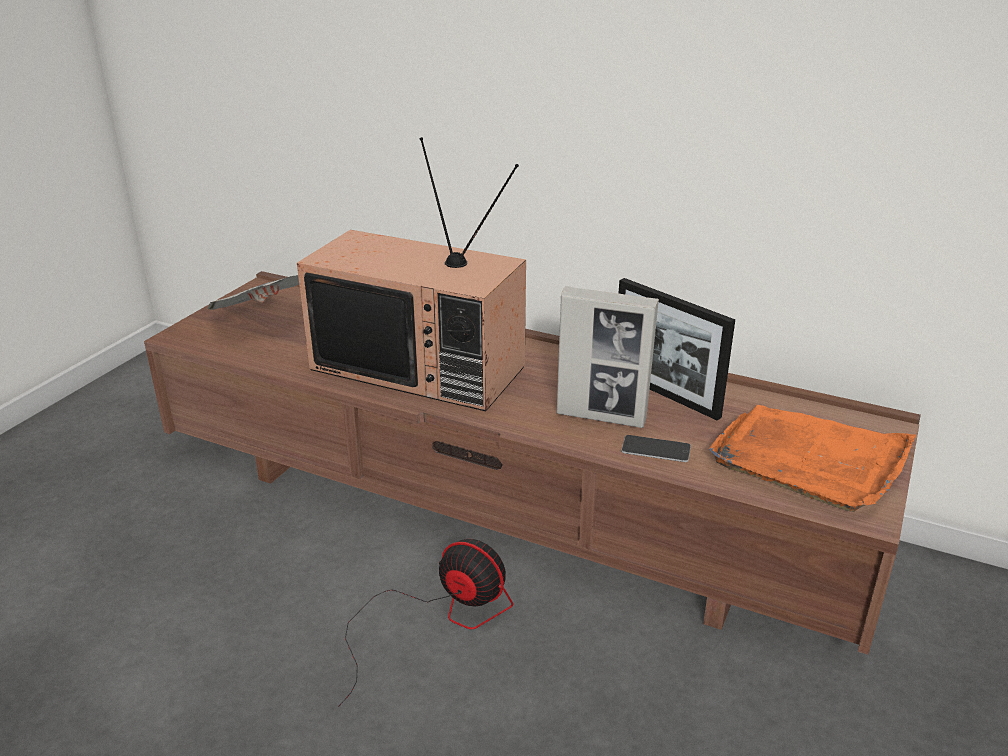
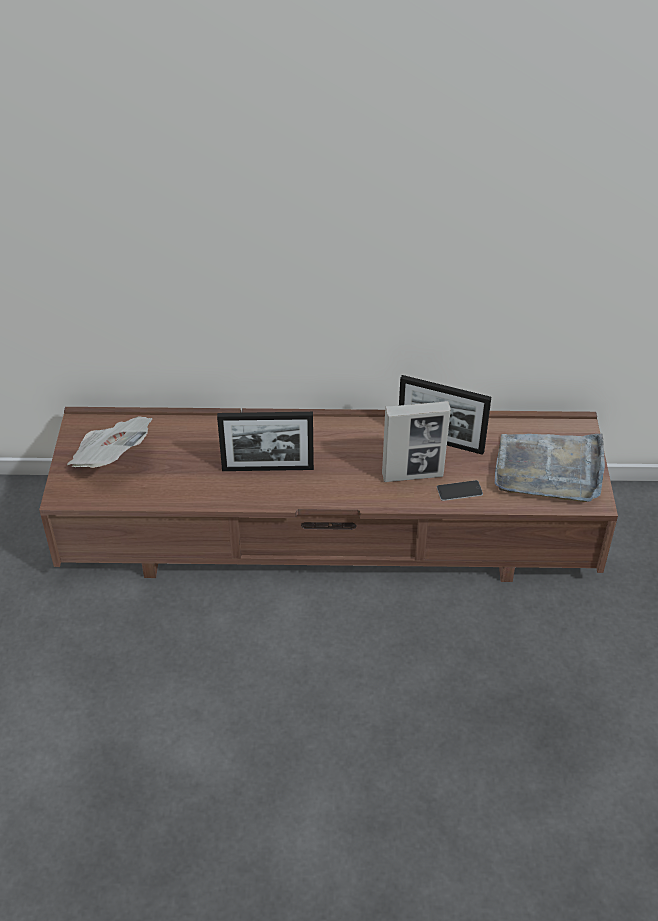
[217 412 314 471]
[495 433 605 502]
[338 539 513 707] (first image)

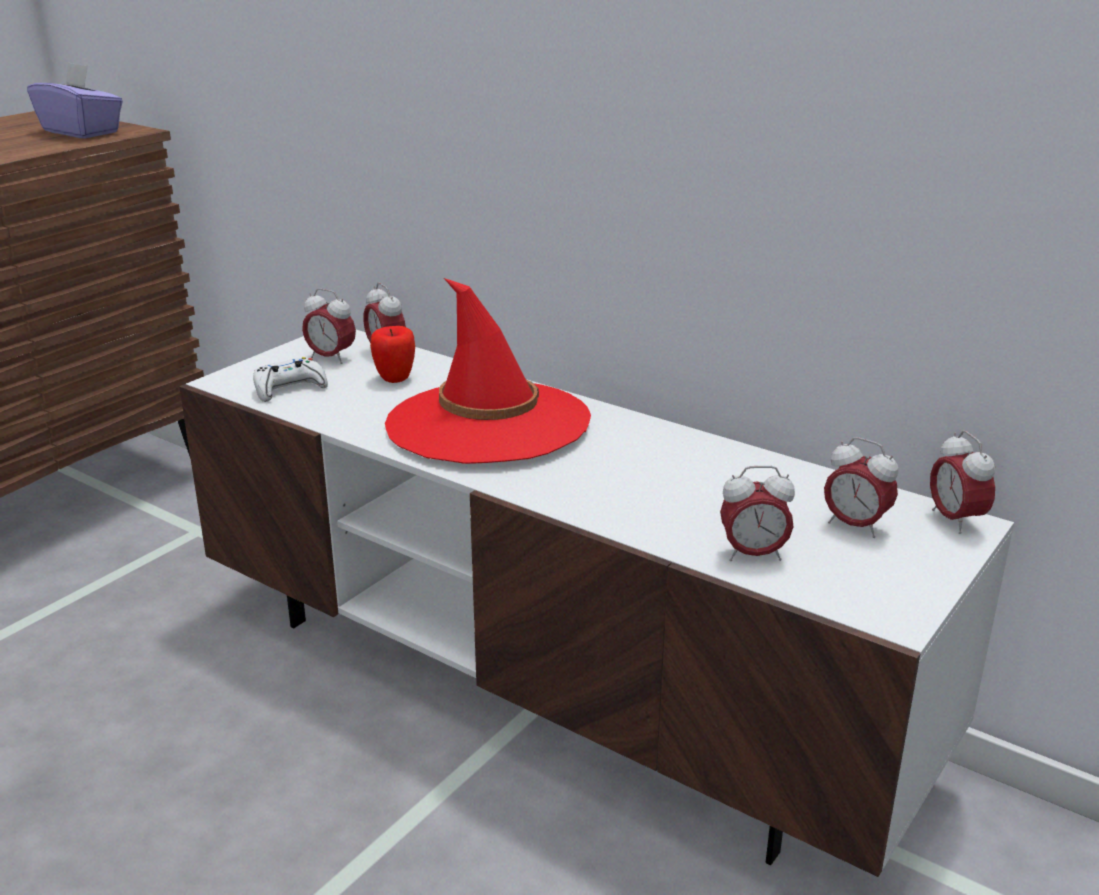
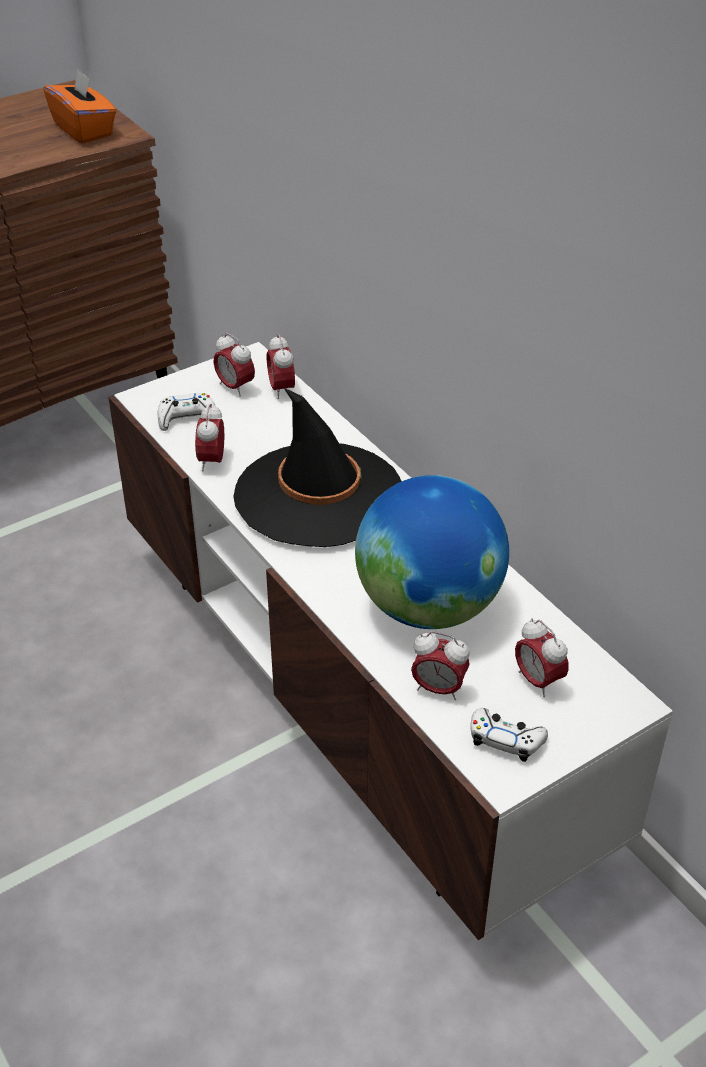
[44 69 116 144]
[195 403 224 472]
[233 387 401 547]
[355 475 509 629]
[470 708 548 762]
[370 326 415 383] (first image)

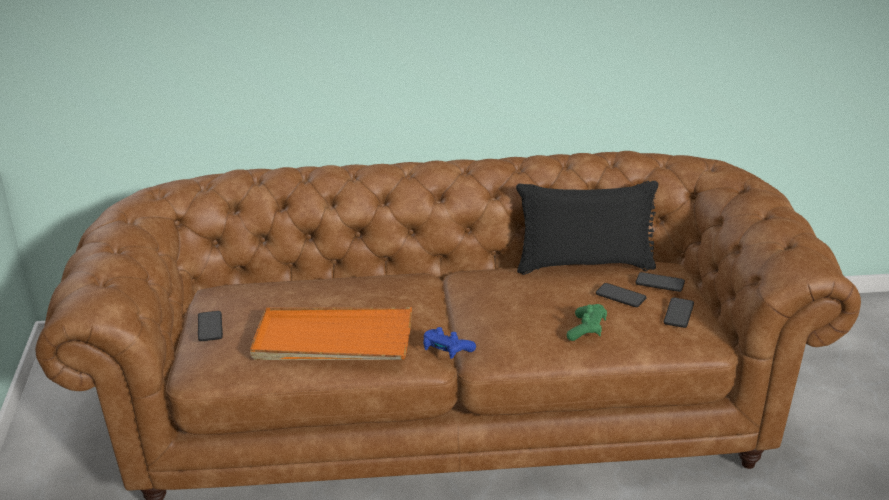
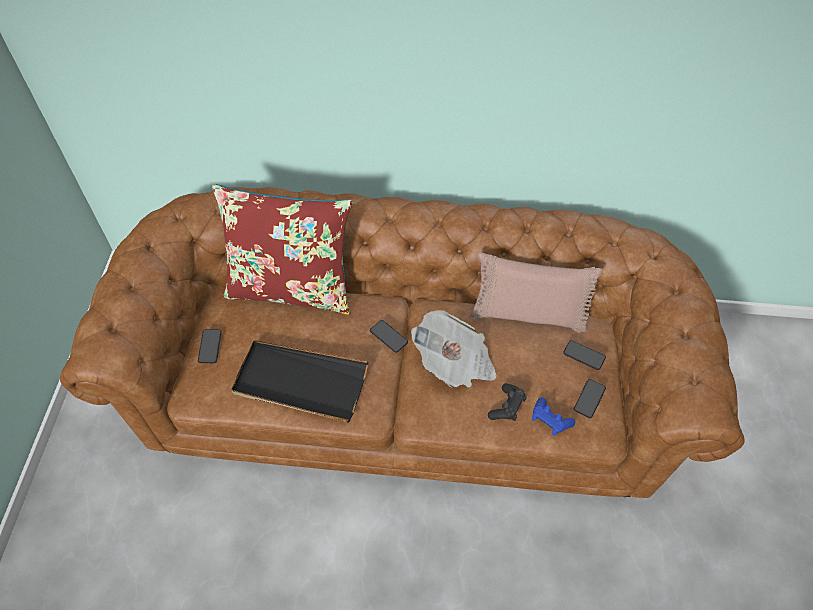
[212 184 353 315]
[231 340 368 423]
[370 320 408 353]
[411 310 497 388]
[470 252 603 333]
[488 383 527 421]
[532 397 575 436]

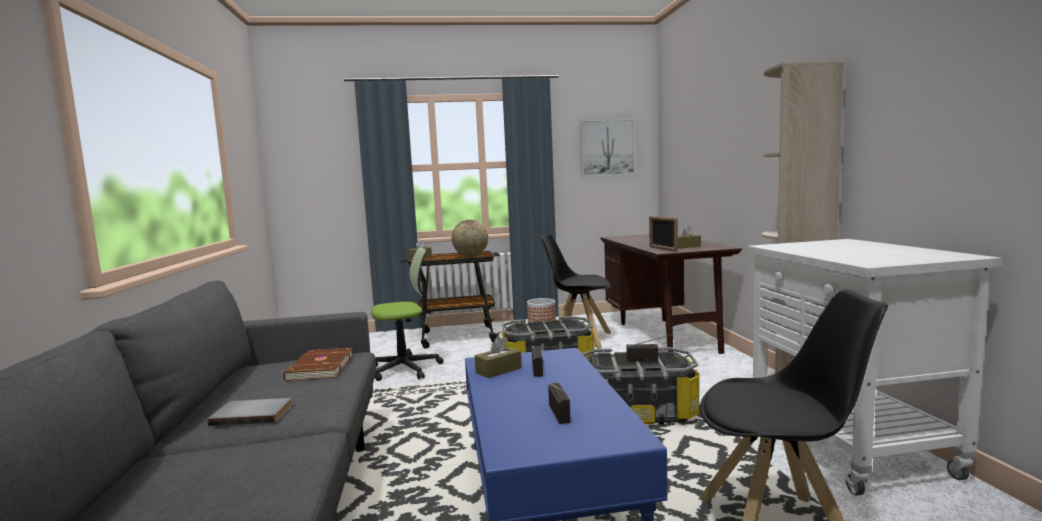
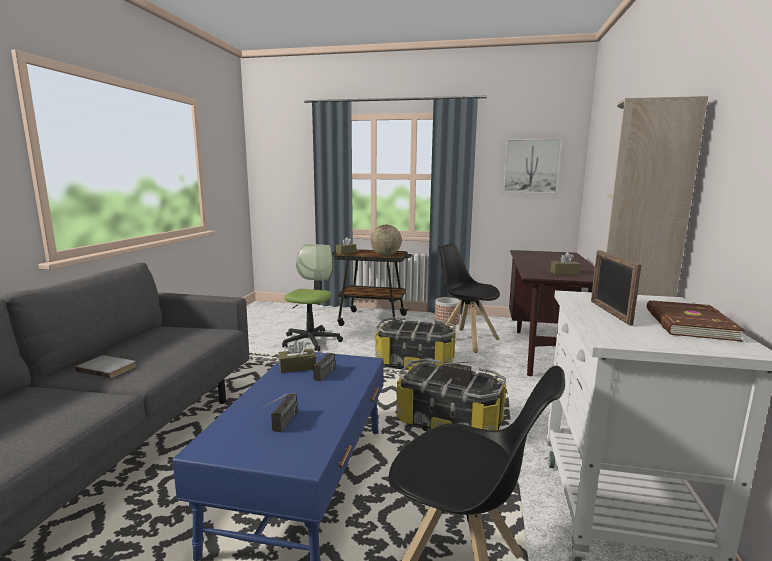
[282 244 343 351]
[591 250 641 325]
[647 301 746 342]

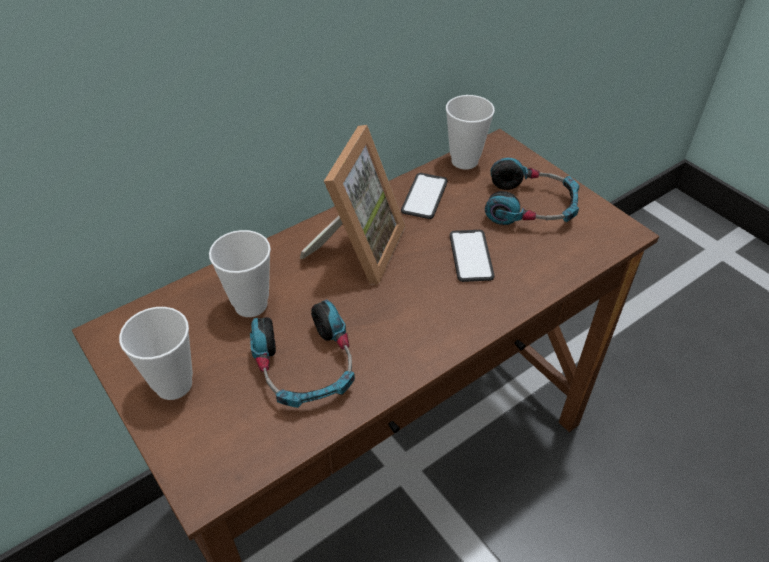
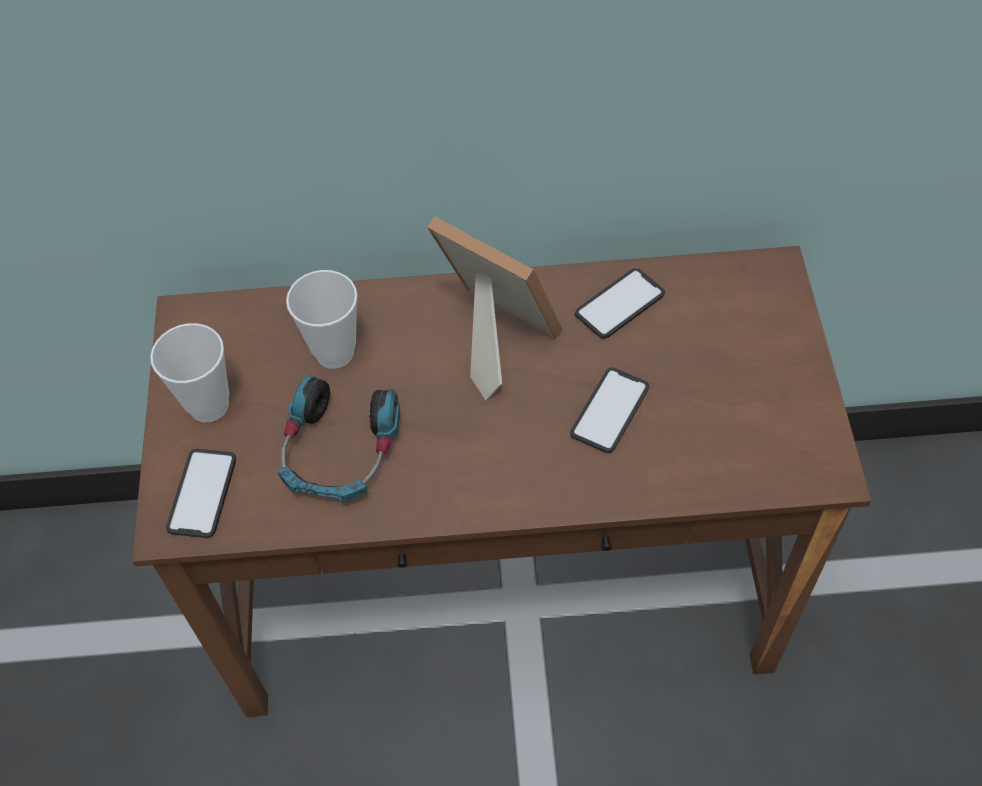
[166 449 236 538]
[427 216 563 400]
[446 95 495 170] (first image)
[485 158 579 225] (first image)

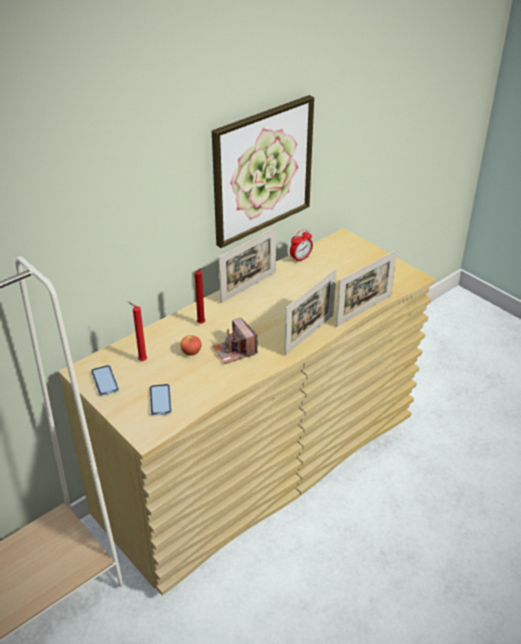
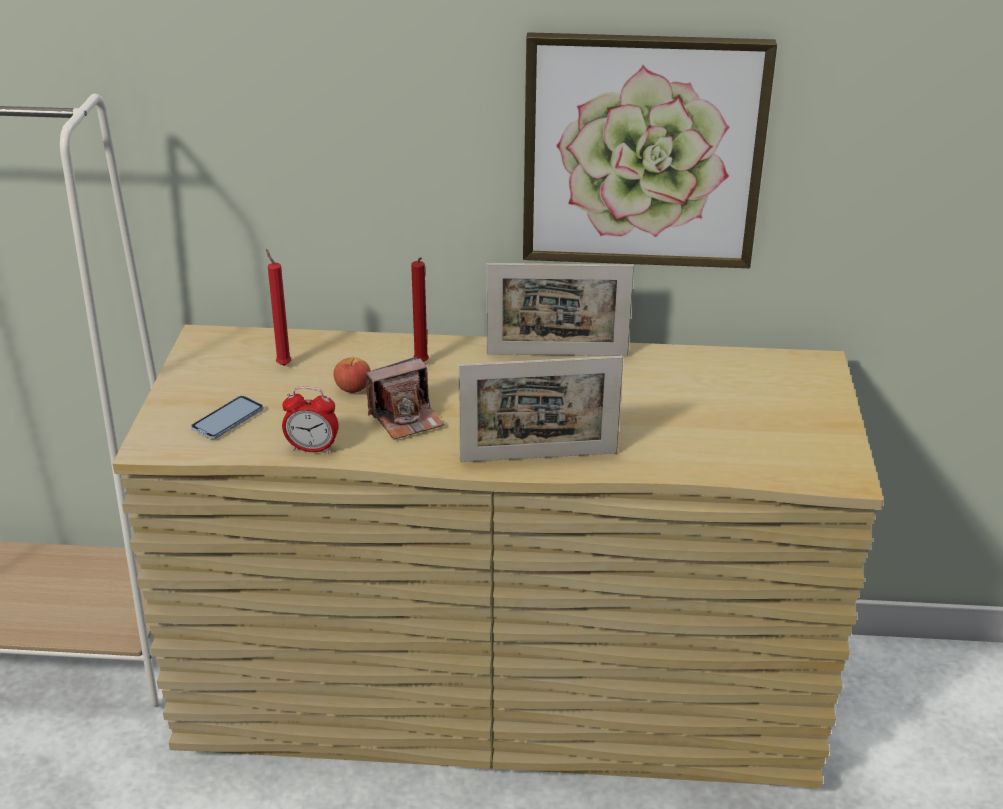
[282 386 339 453]
[365 356 444 440]
[91 365 119 396] (first image)
[336 250 397 327] (first image)

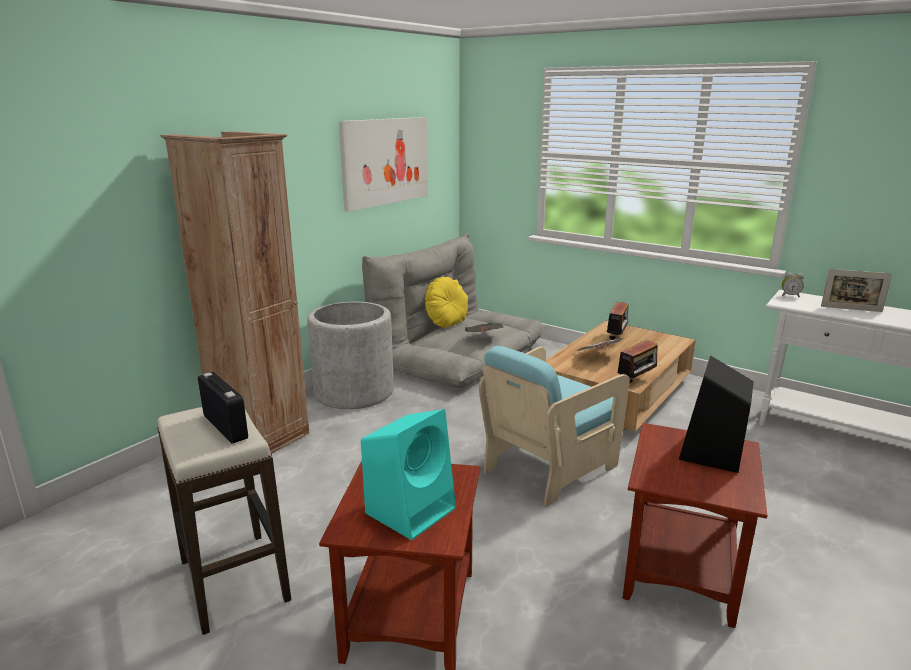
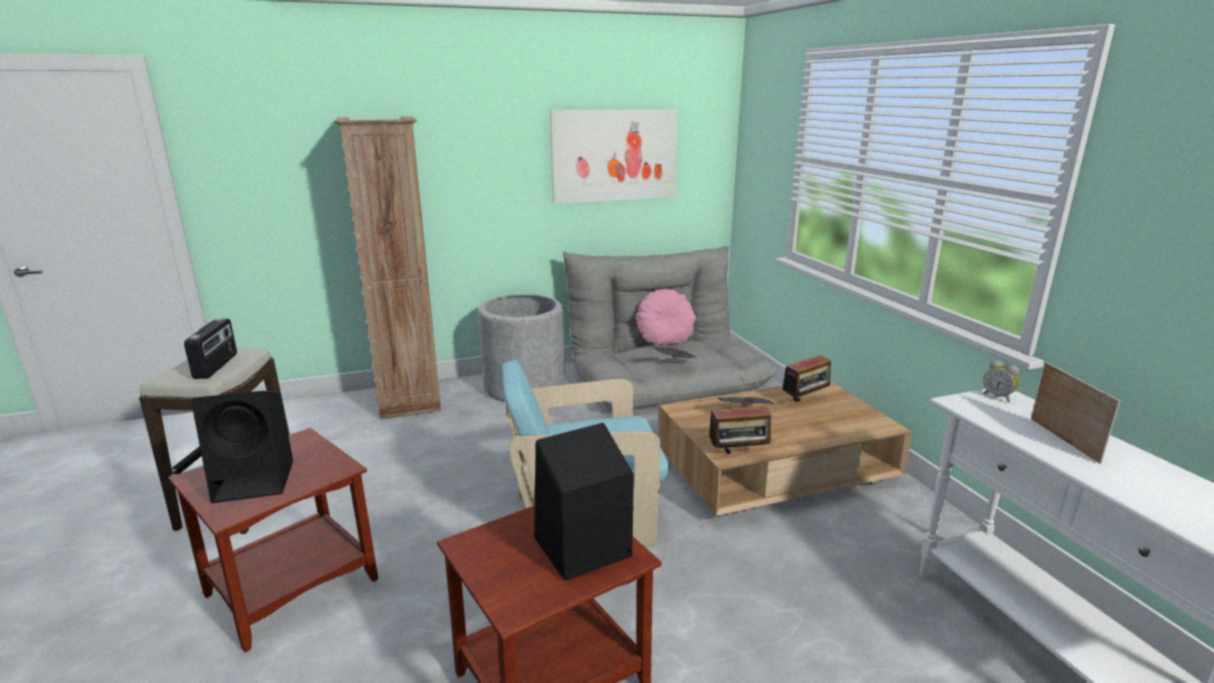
[191 391 293 503]
[636 289 696 345]
[1031 362 1120 464]

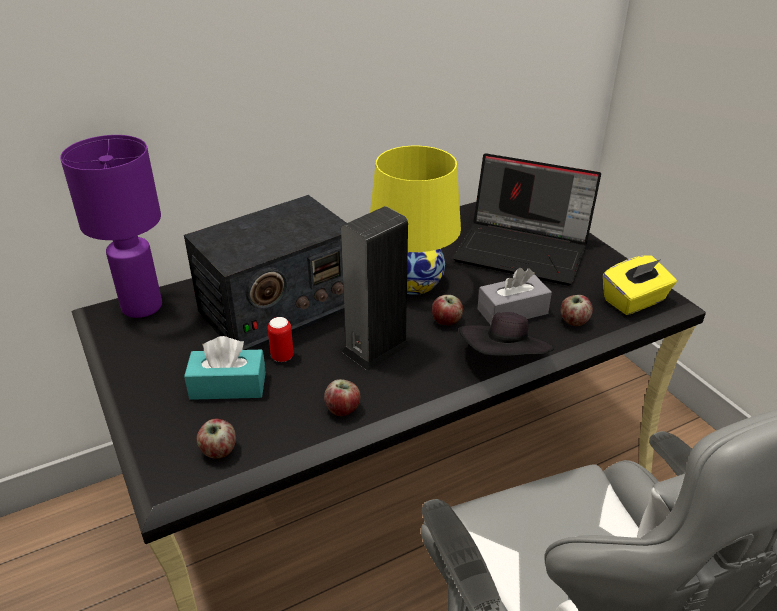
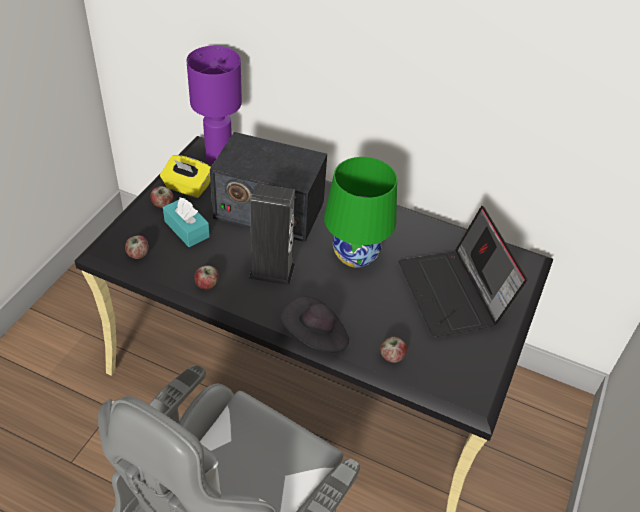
[150 186 173 208]
[160 155 211 198]
[324 157 397 268]
[267 317 294 362] (first image)
[477 268 552 325] (first image)

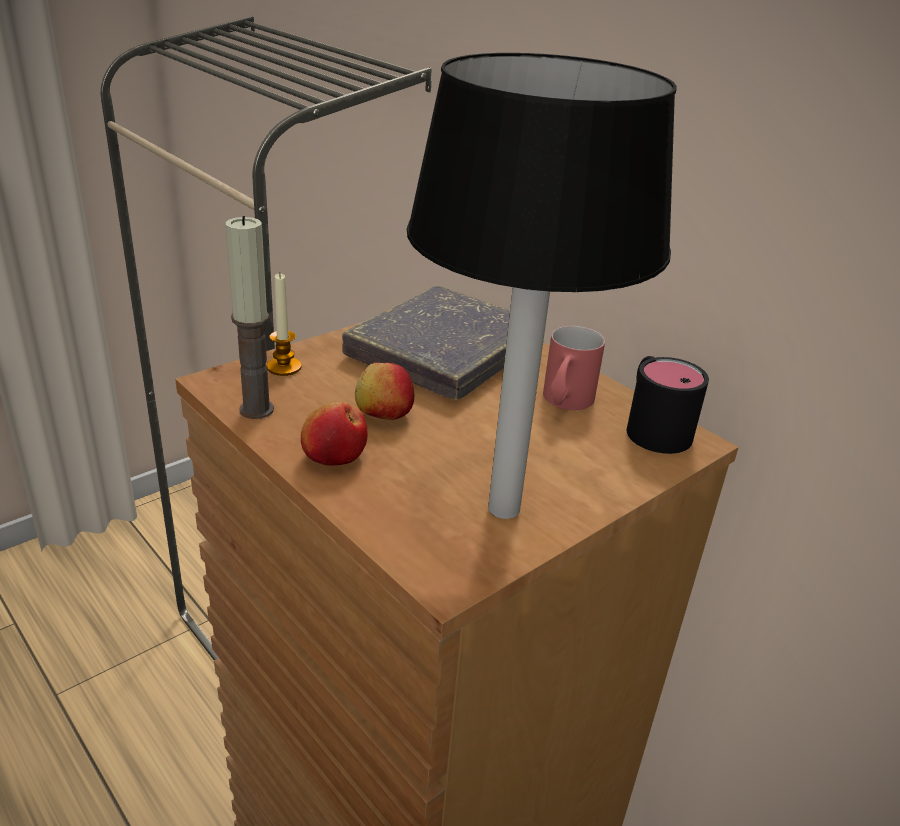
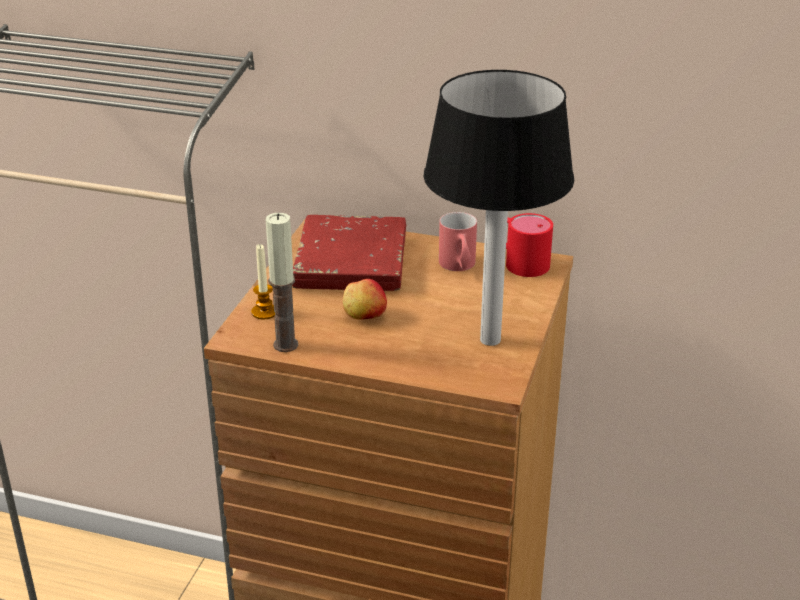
[292 215 406 291]
[506 213 553 277]
[301 401 368 466] (first image)

